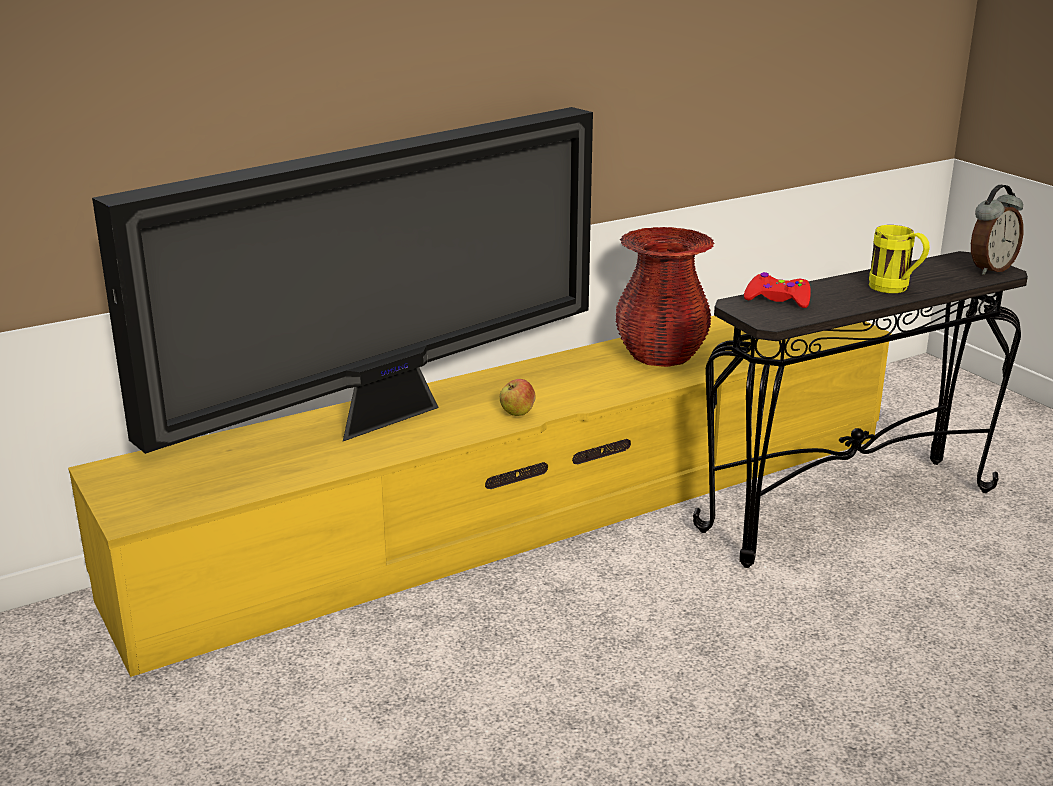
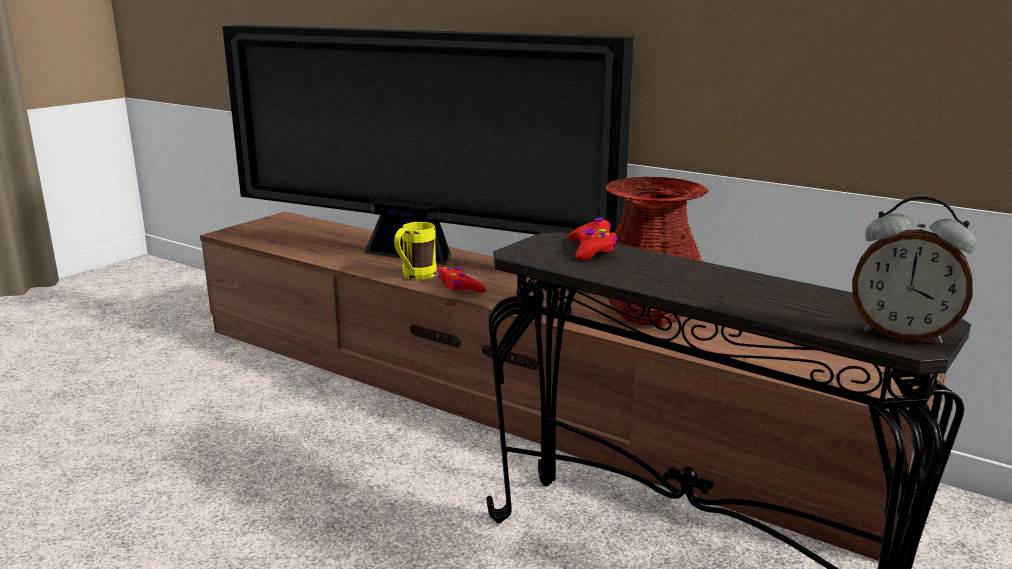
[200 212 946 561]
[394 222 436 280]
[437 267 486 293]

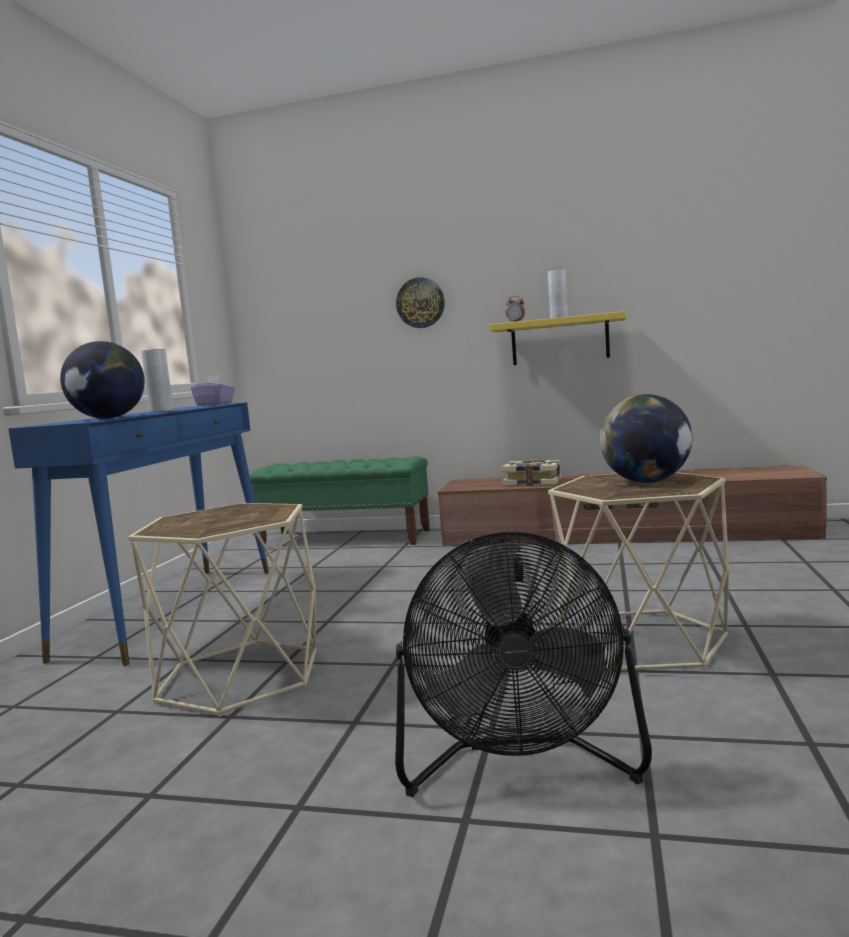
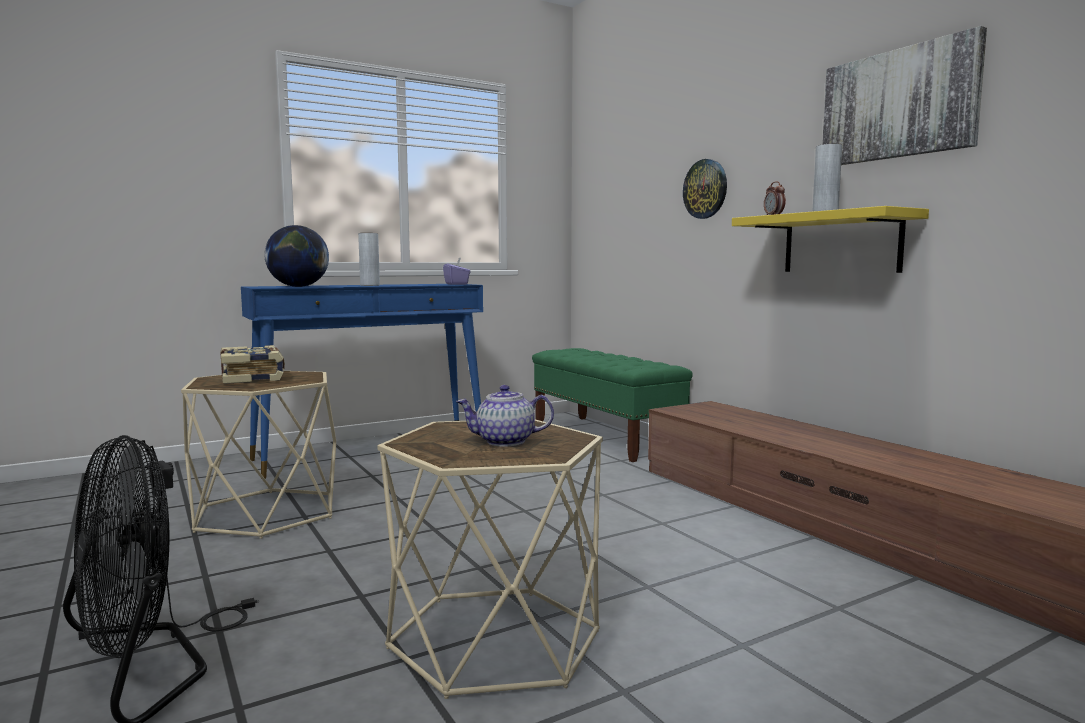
[220 345 285 384]
[456 385 554 447]
[822 26 987 165]

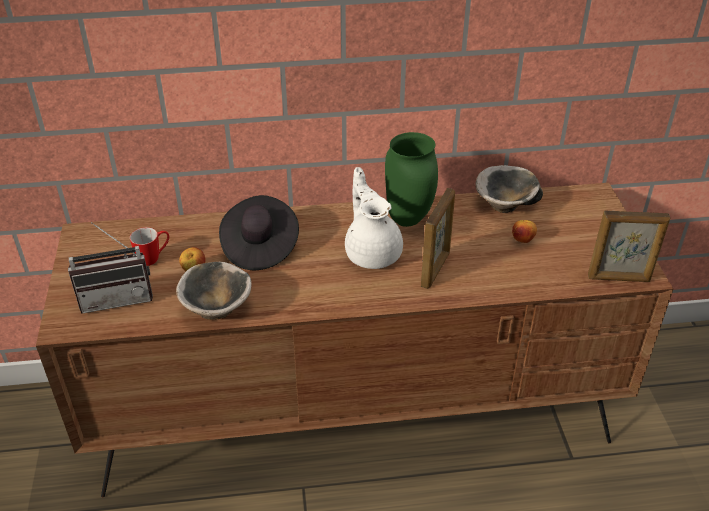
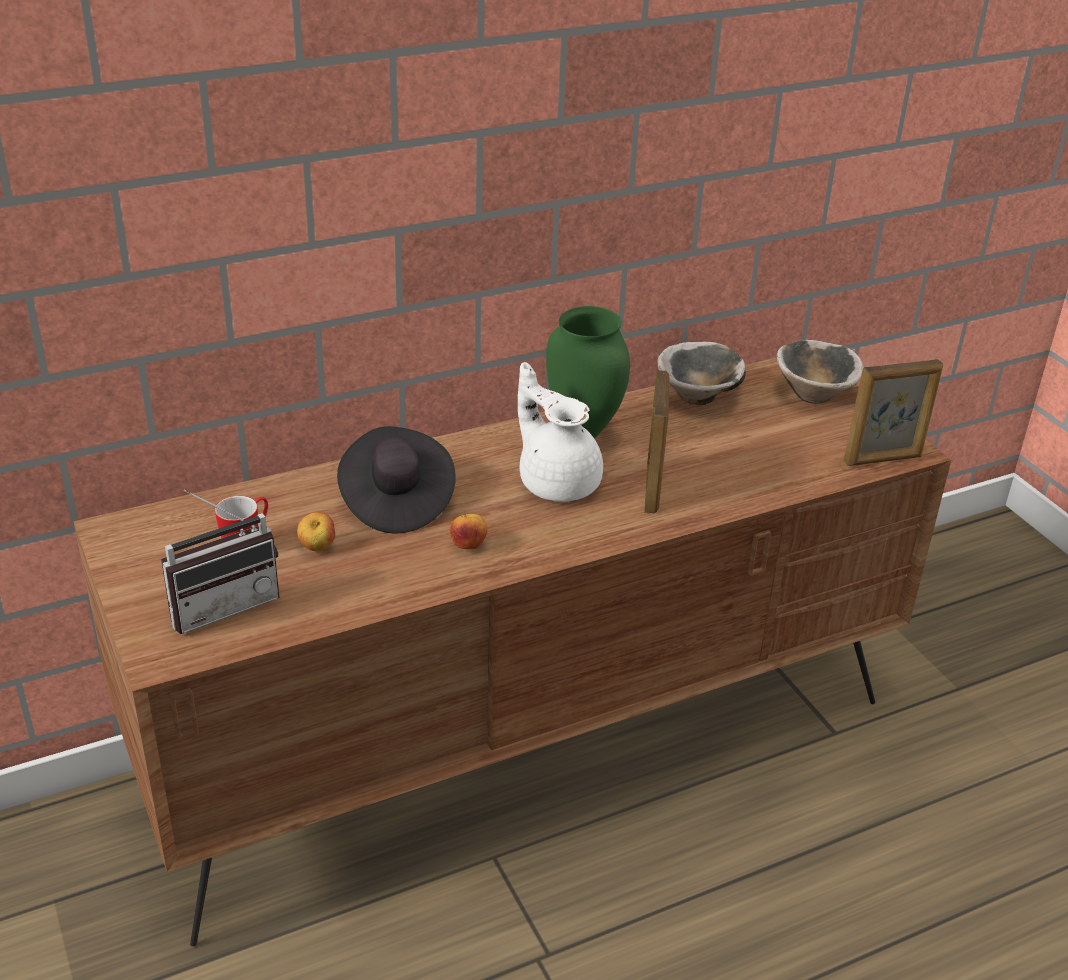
[450 514 488 549]
[776 340 863 404]

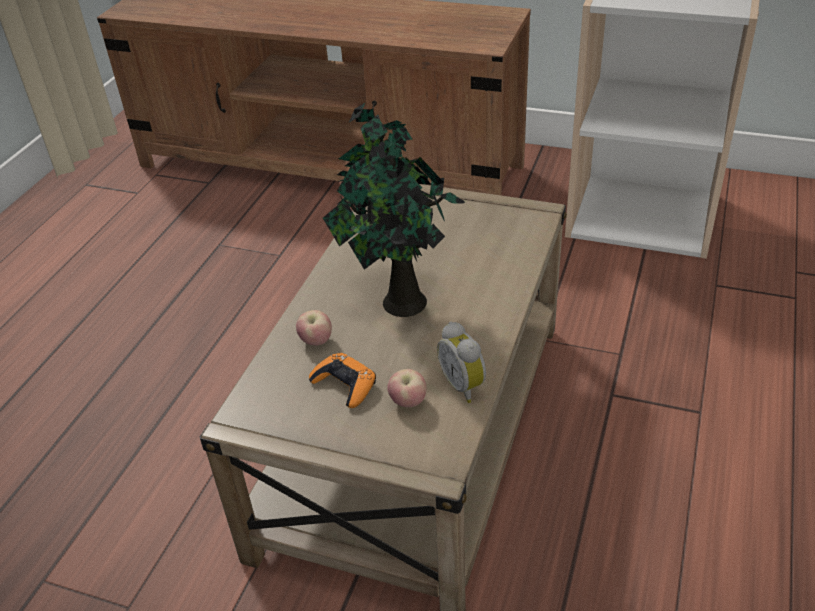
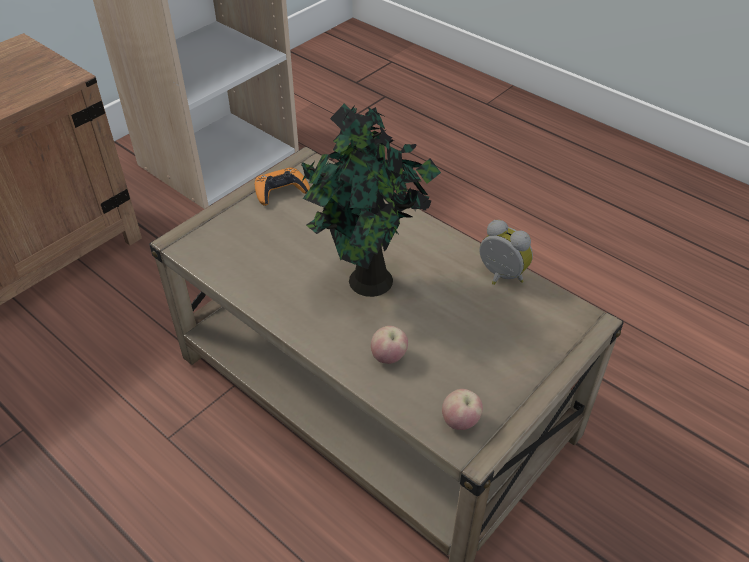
[255 168 310 206]
[442 389 483 430]
[480 220 533 285]

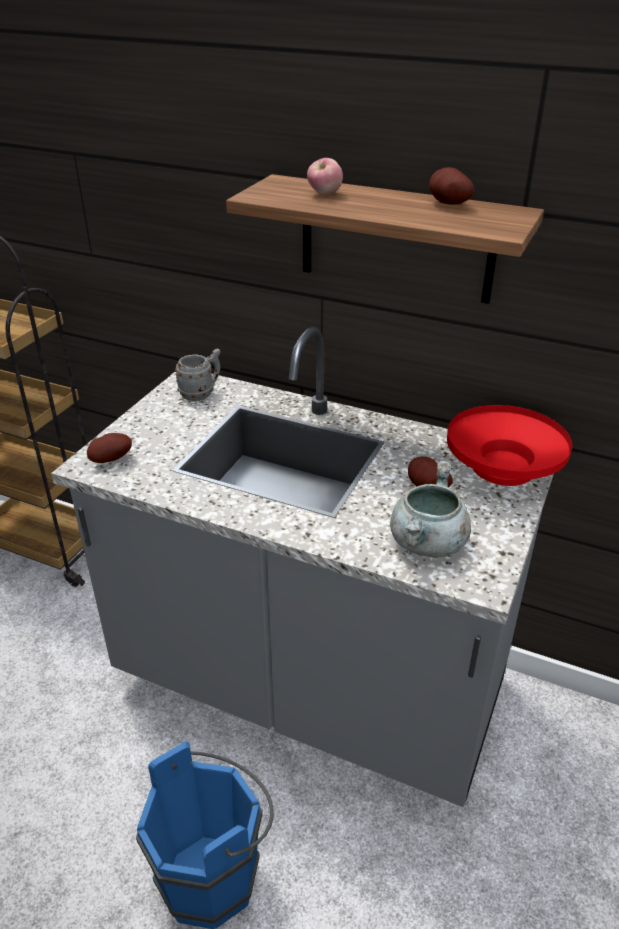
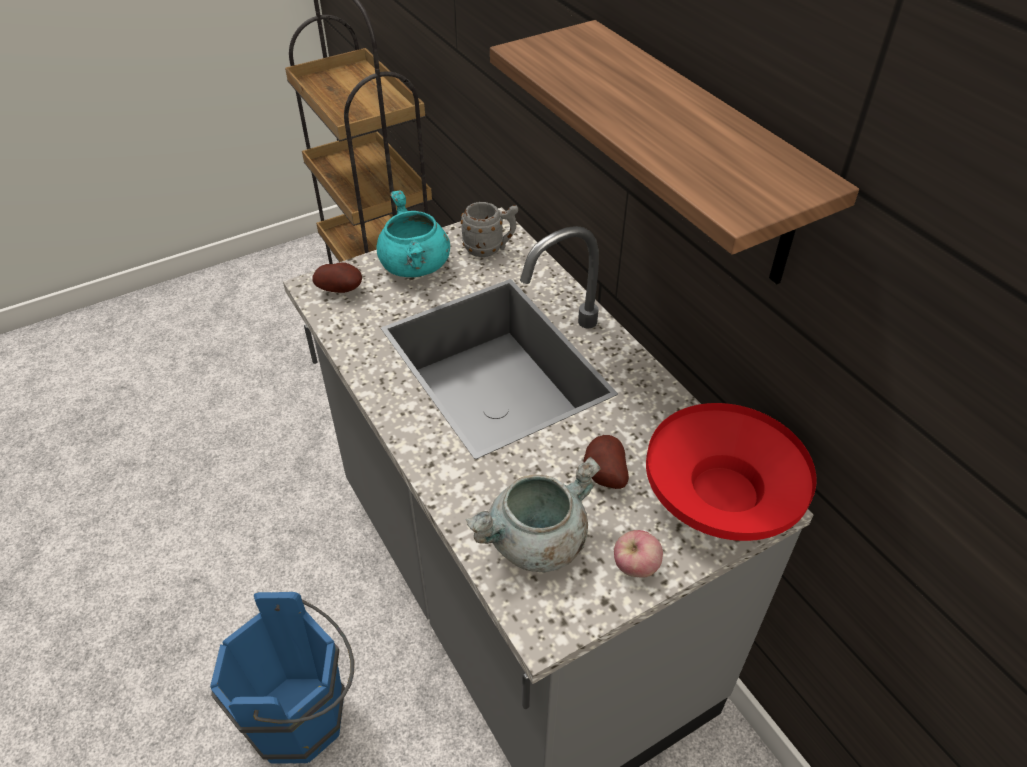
[376 190 450 277]
[614 530 663 577]
[429 167 474 205] (first image)

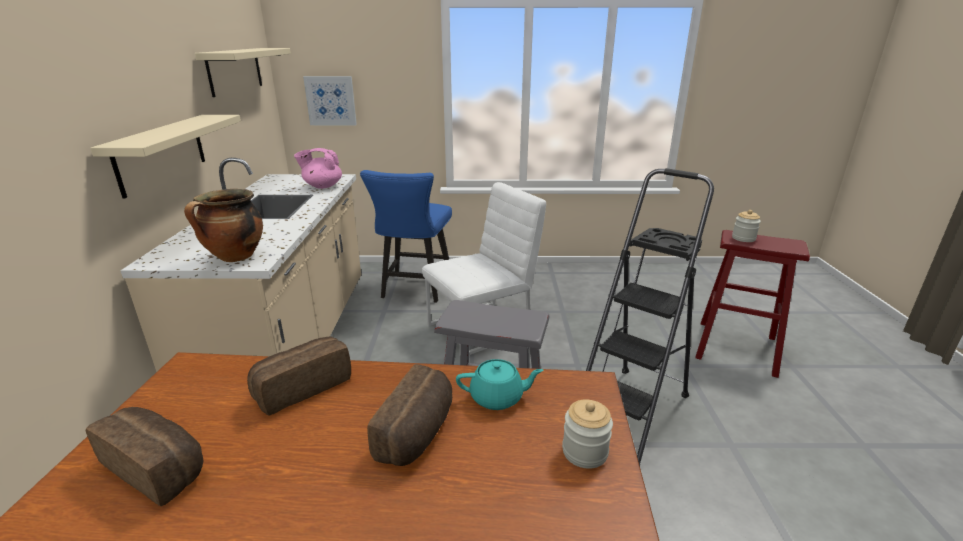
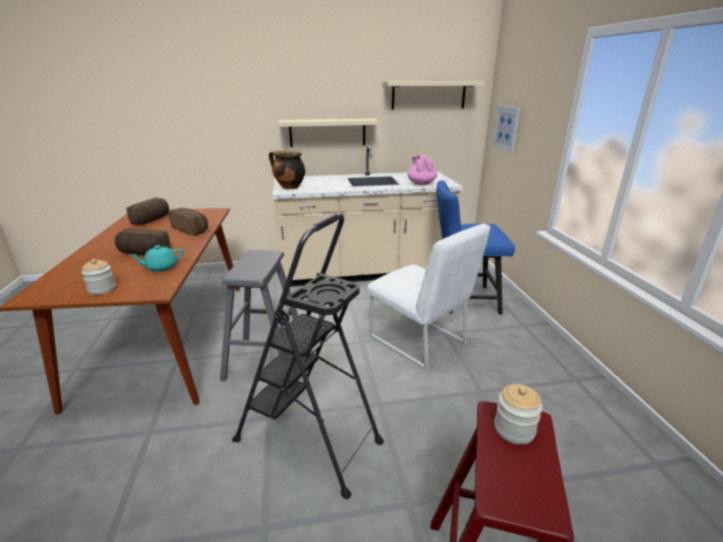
[130 245 183 272]

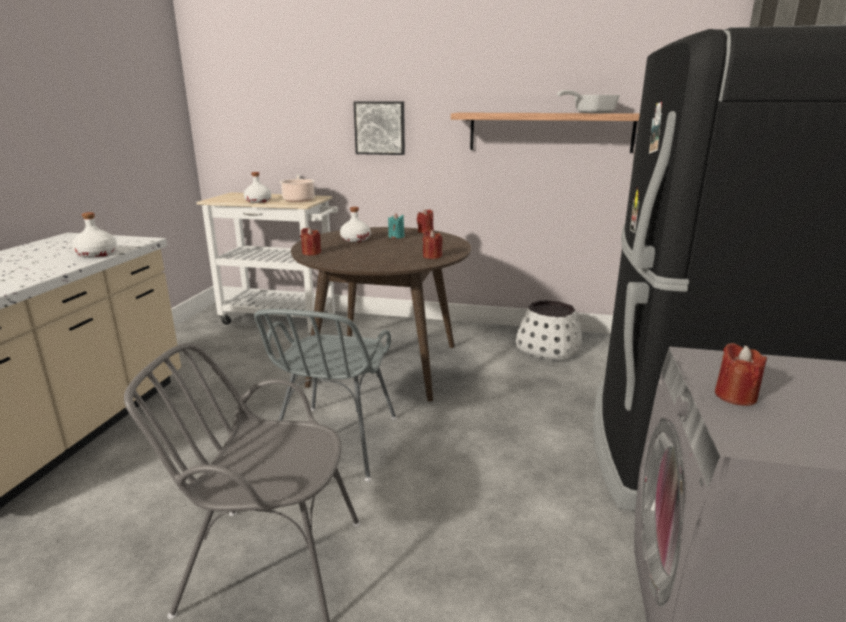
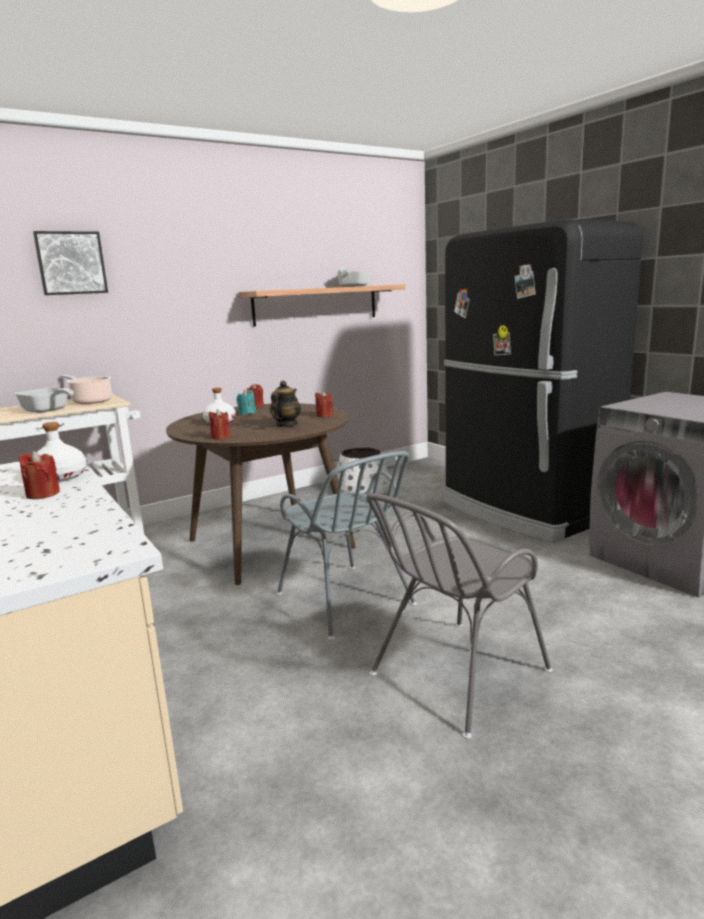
[15 388 74 413]
[19 451 60 499]
[33 231 108 295]
[270 380 301 427]

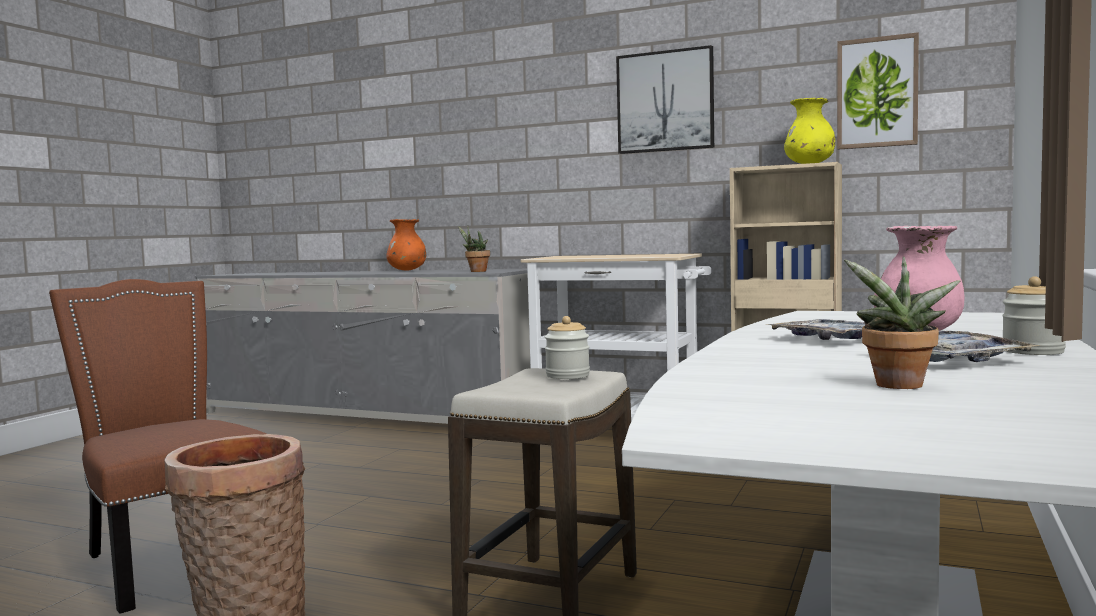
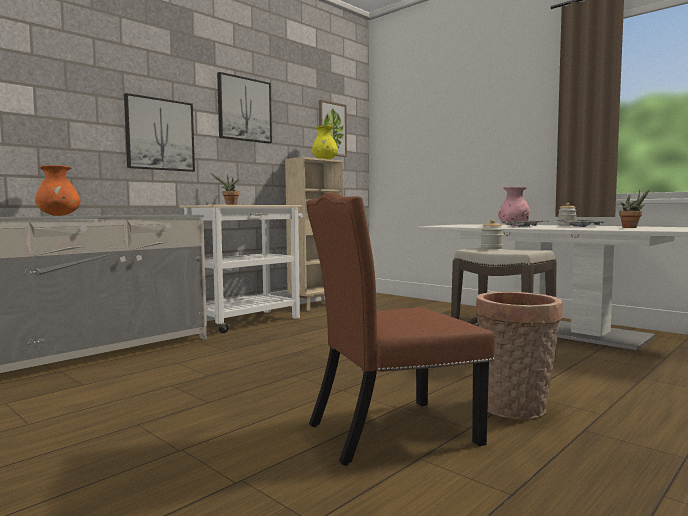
[124 93 195 172]
[211 174 240 205]

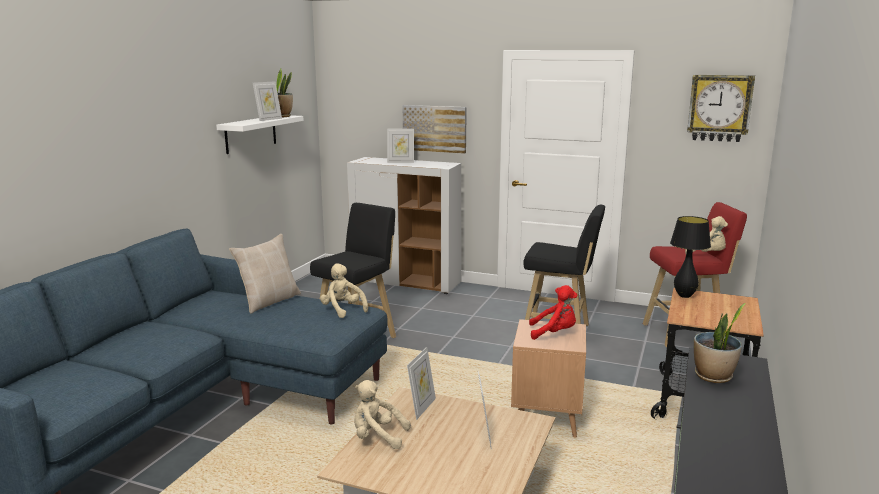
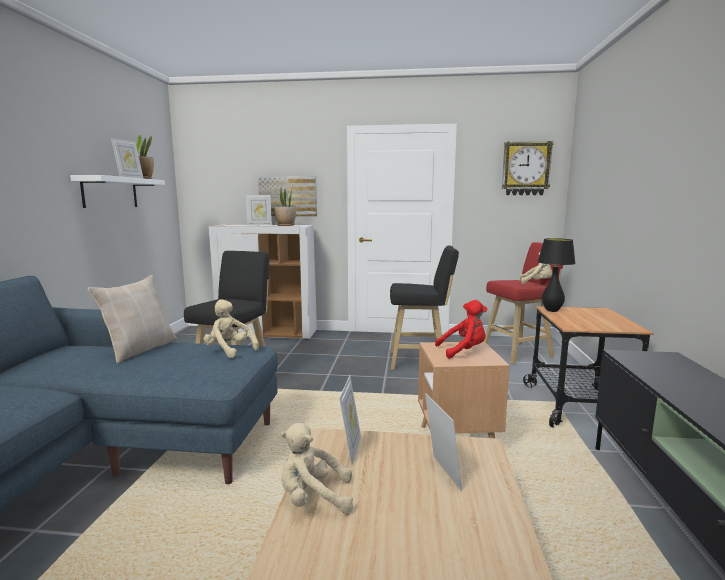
[274 186 296 226]

